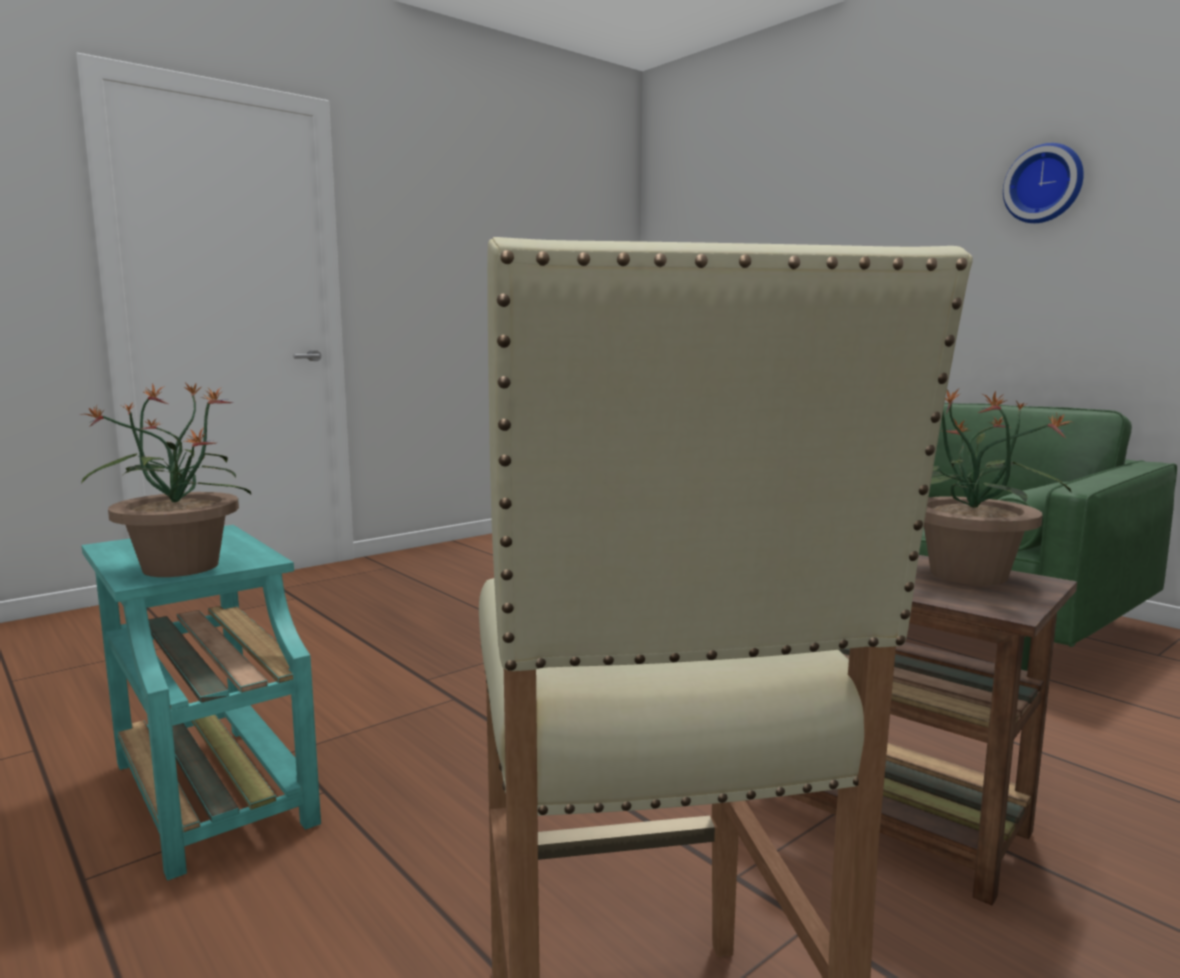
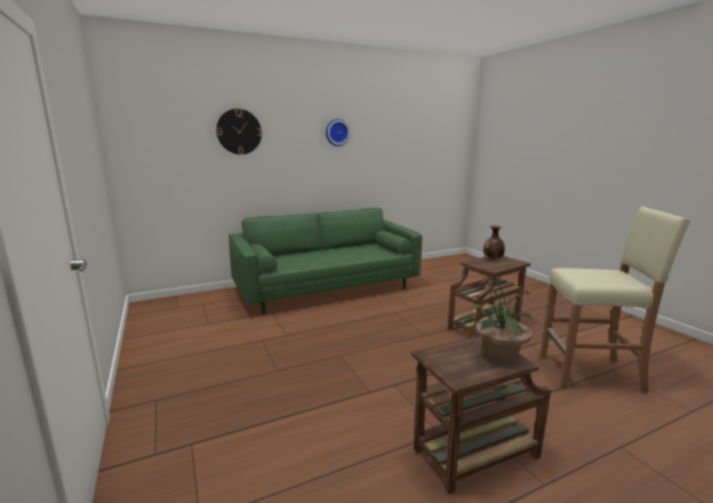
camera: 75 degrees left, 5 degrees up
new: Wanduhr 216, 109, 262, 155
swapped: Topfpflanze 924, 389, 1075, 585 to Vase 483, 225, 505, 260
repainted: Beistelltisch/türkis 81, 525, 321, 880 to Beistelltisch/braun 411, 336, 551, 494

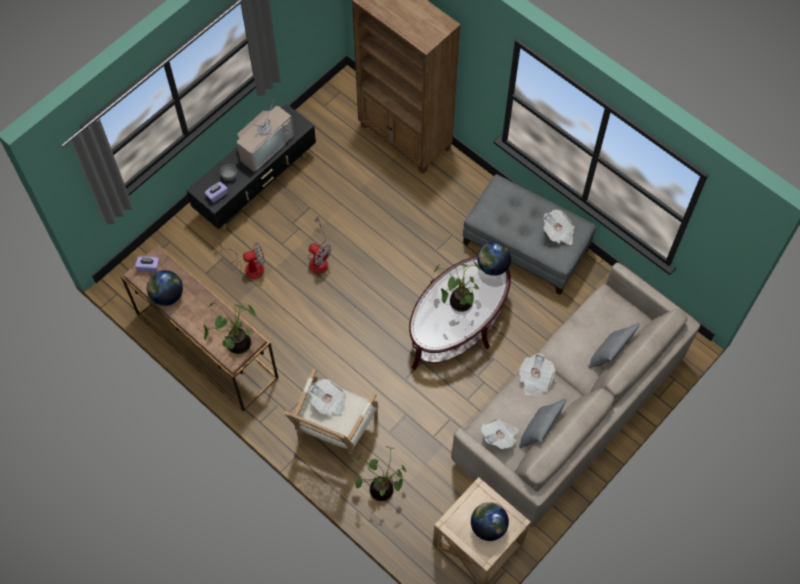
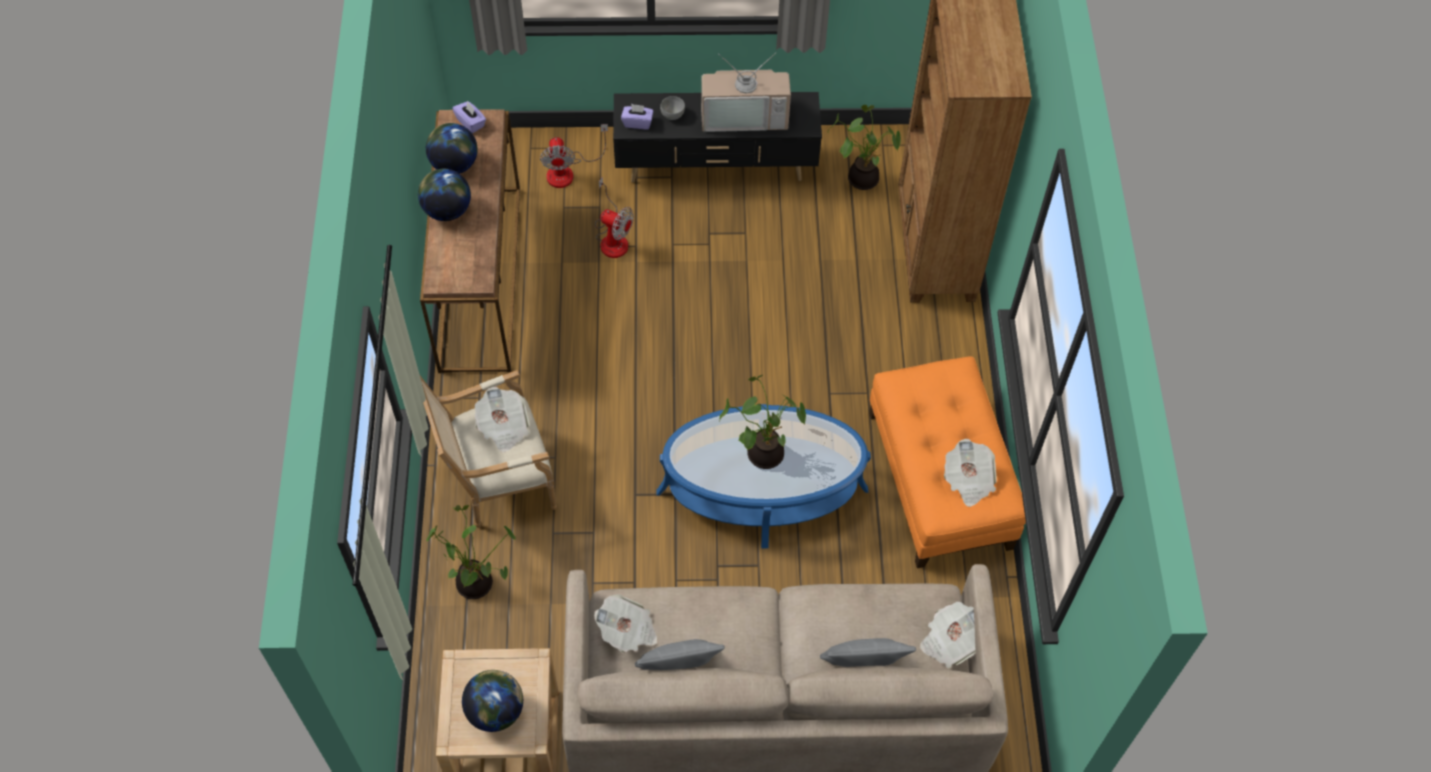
camera: 45 degrees right, 5 degrees down
shifted: Ventilator 307, 216, 331, 273 to 540, 124, 608, 188; Globus 477, 242, 511, 276 to 418, 169, 471, 221; Topfpflanze 204, 302, 256, 354 to 828, 105, 901, 190; Zeitung 519, 353, 555, 395 to 920, 602, 976, 668
repainted: Polsterhocker/grau 463, 174, 596, 295 to Polsterhocker/orange 869, 356, 1026, 568; Couchtisch/braun 409, 256, 511, 370 to Couchtisch/blau 657, 404, 871, 548

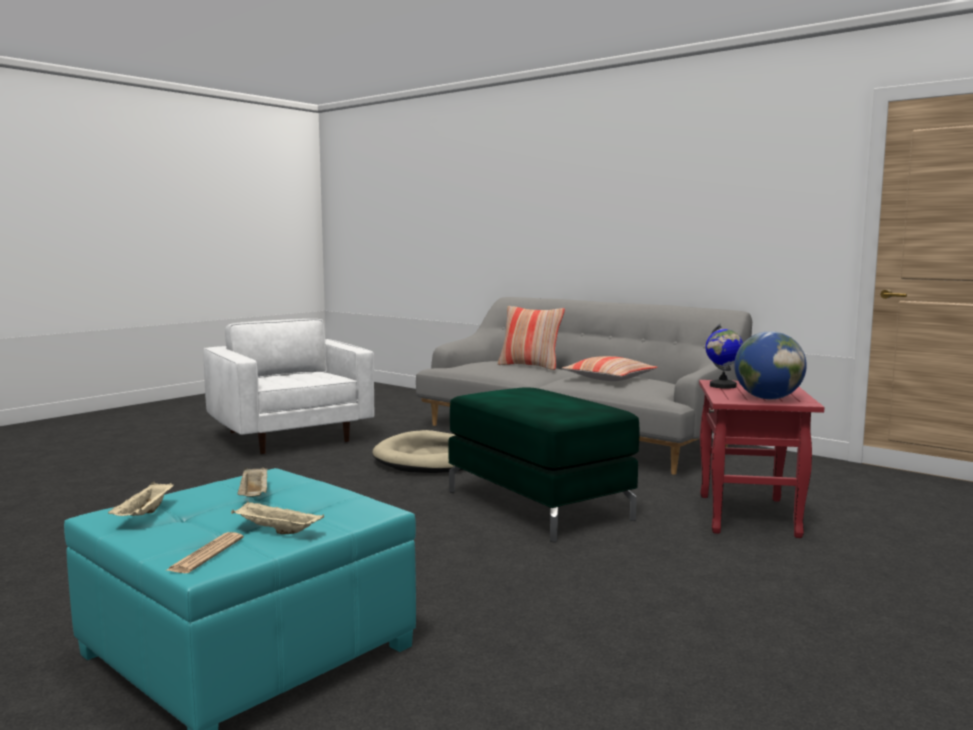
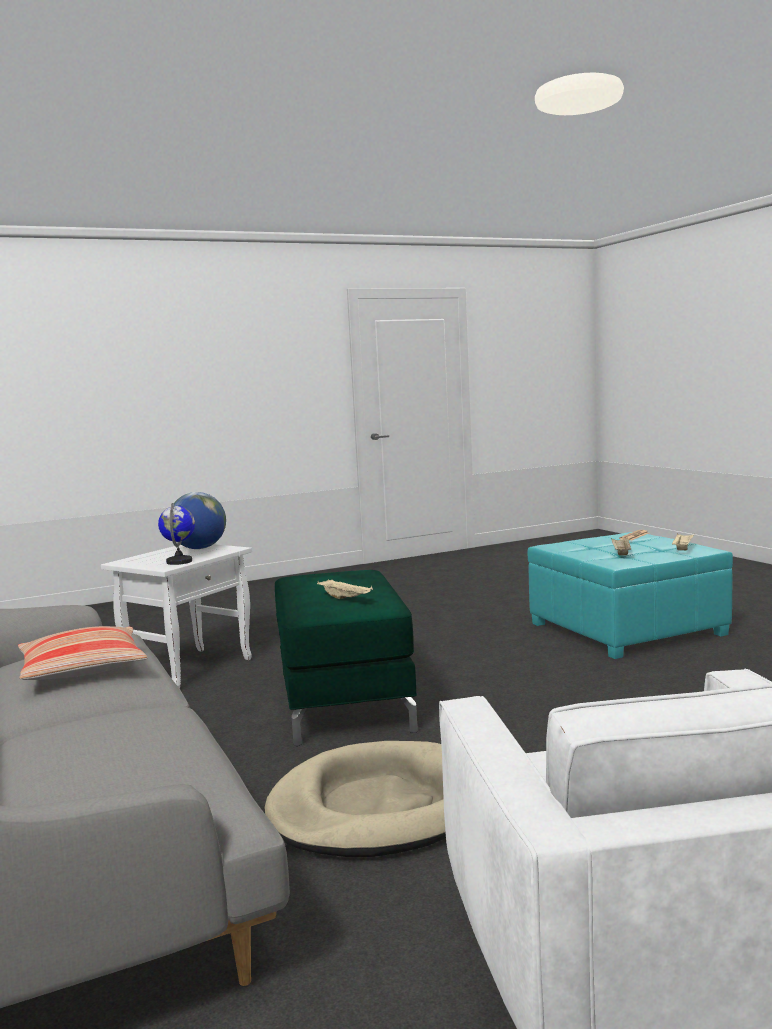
camera: 155 degrees left, 0 degrees up
gone: Kissen 498, 306, 565, 370
shifted: Tablett/beige 231, 502, 324, 534 to 317, 579, 373, 599
repainted: Beistelltisch/rot 699, 380, 825, 538 to Beistelltisch/weiß 101, 544, 252, 688

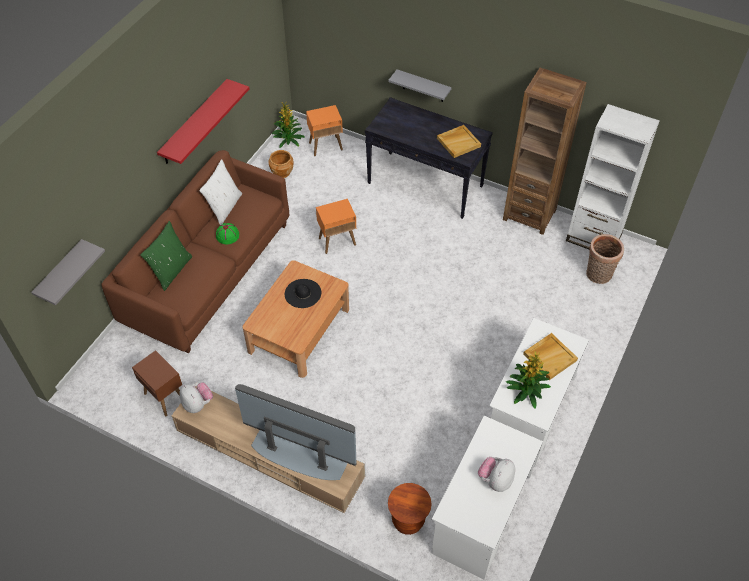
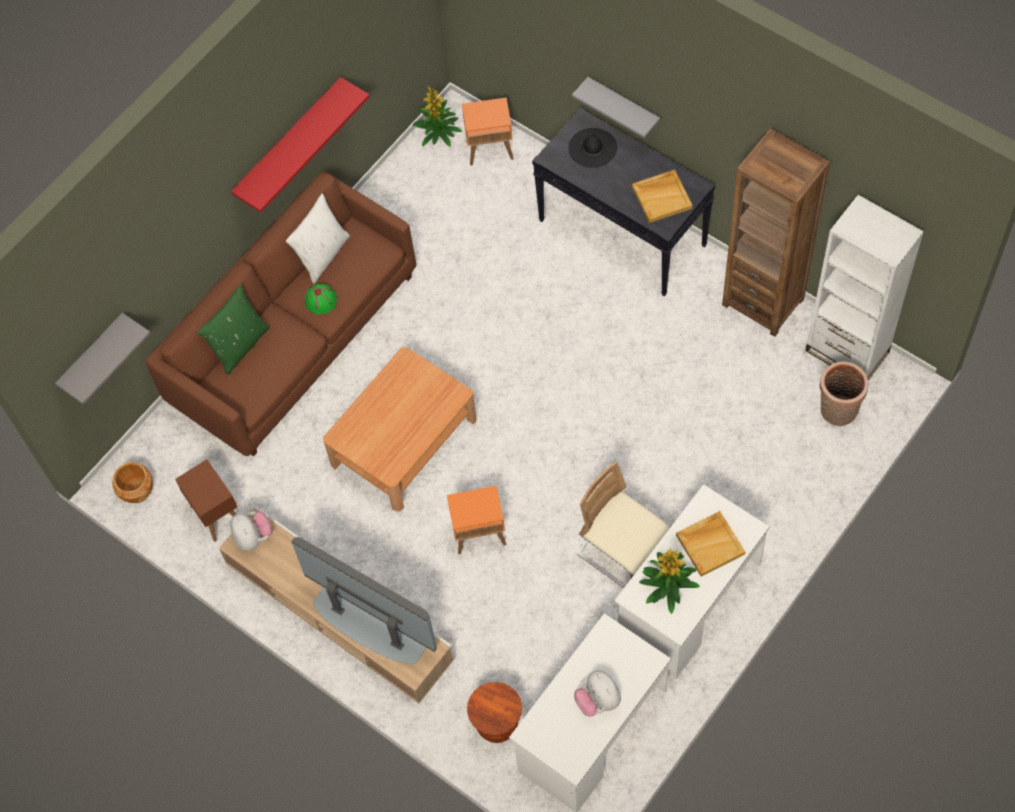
camera: 15 degrees right, 10 degrees up
new: Stuhl/beige 577, 462, 670, 588
shifted: Pflanzkübel/braun 269, 150, 294, 178 to 112, 462, 153, 503; Beistelltisch/orange 316, 199, 356, 254 to 447, 486, 506, 555; Hut/schwarz 285, 279, 321, 308 to 569, 128, 617, 168
rotated: Plüschtier 478, 457, 515, 492 = 574, 670, 621, 717 75 degrees counterclockwise

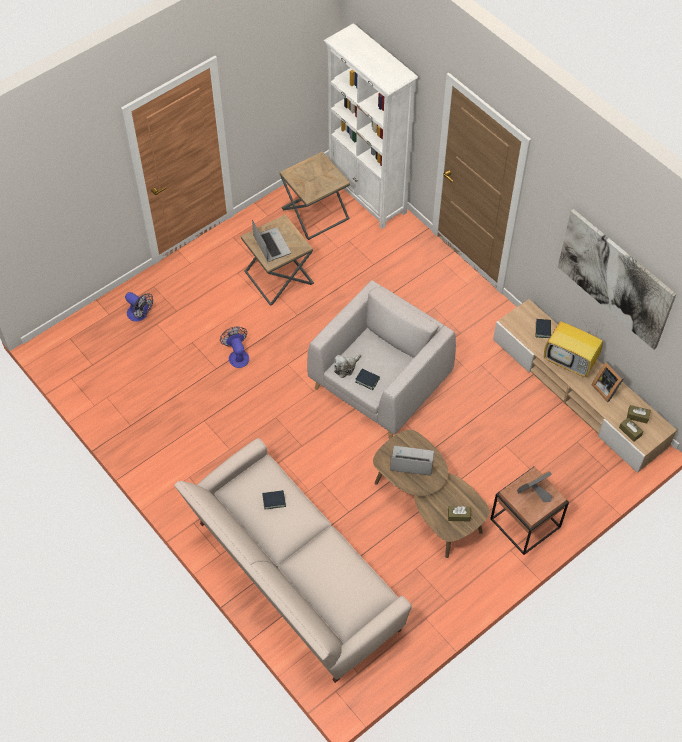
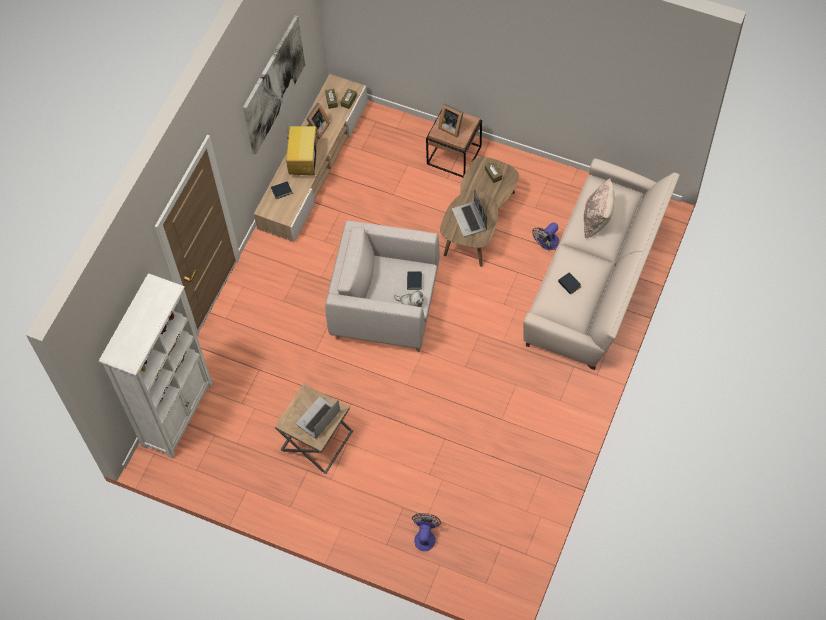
camera: 115 degrees left, 5 degrees up
gone: Beistelltisch/braun 280, 152, 350, 240
new: Kissen/beige 584, 179, 615, 238
shifted: Ventilator 220, 326, 249, 368 to 532, 222, 559, 250

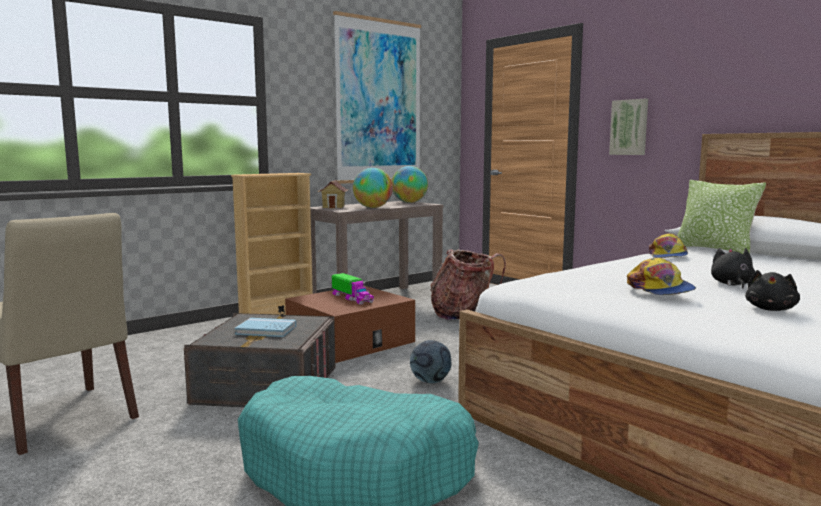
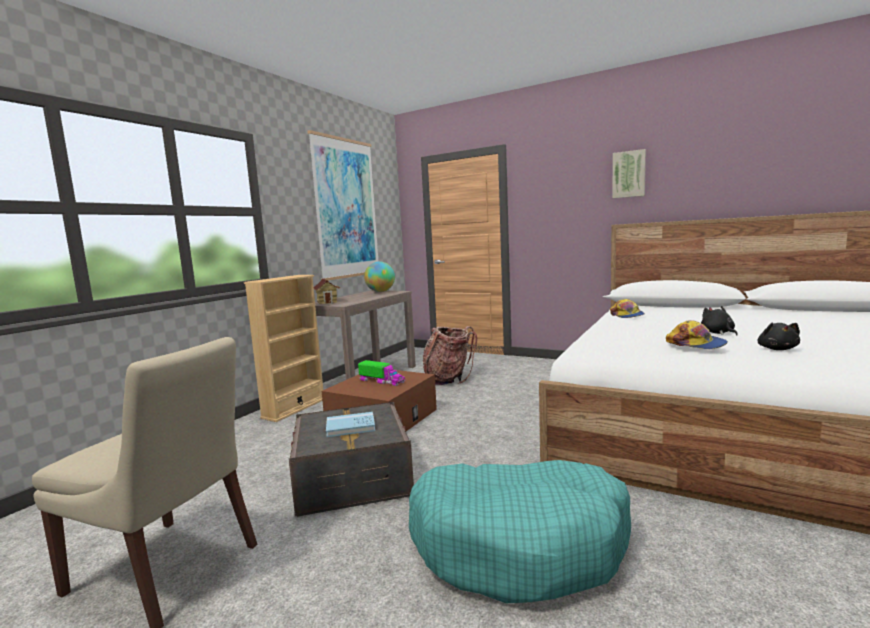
camera: 20 degrees left, 0 degrees up
gone: Globus 353, 168, 393, 208; Kissen 677, 180, 766, 254; Fußball 410, 340, 452, 383
shifted: Bild 609, 99, 648, 155 to 612, 149, 646, 198

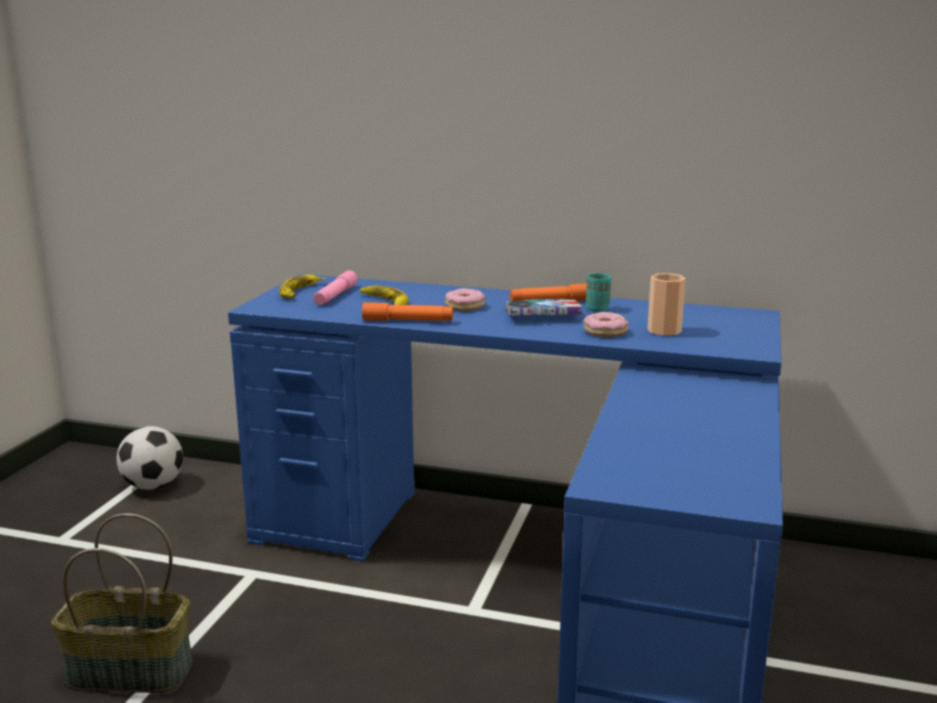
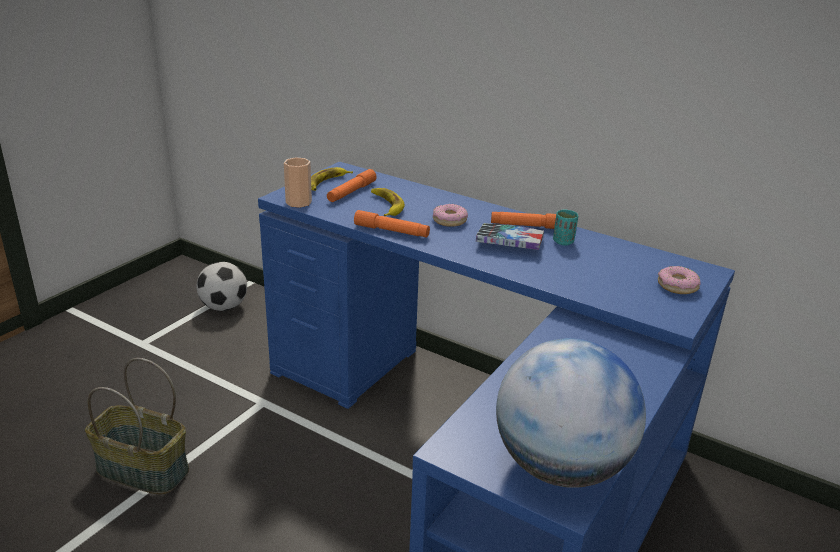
camera: 15 degrees right, 10 degrees up
new: Globus 496, 338, 646, 488
shifted: Tasse 647, 273, 686, 336 to 284, 157, 312, 208; Donut 583, 312, 629, 337 to 658, 266, 701, 294
repainted: Taschenlampe/rosa 313, 271, 358, 305 to Taschenlampe/orange 327, 169, 377, 202

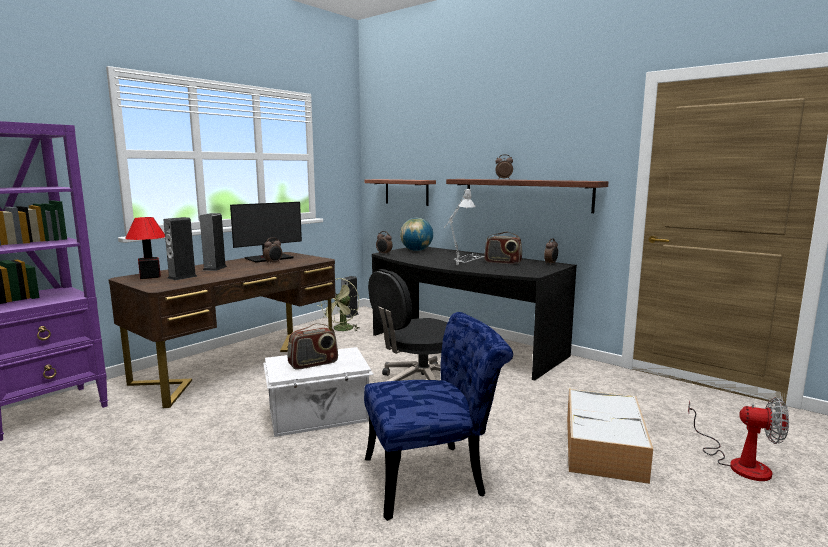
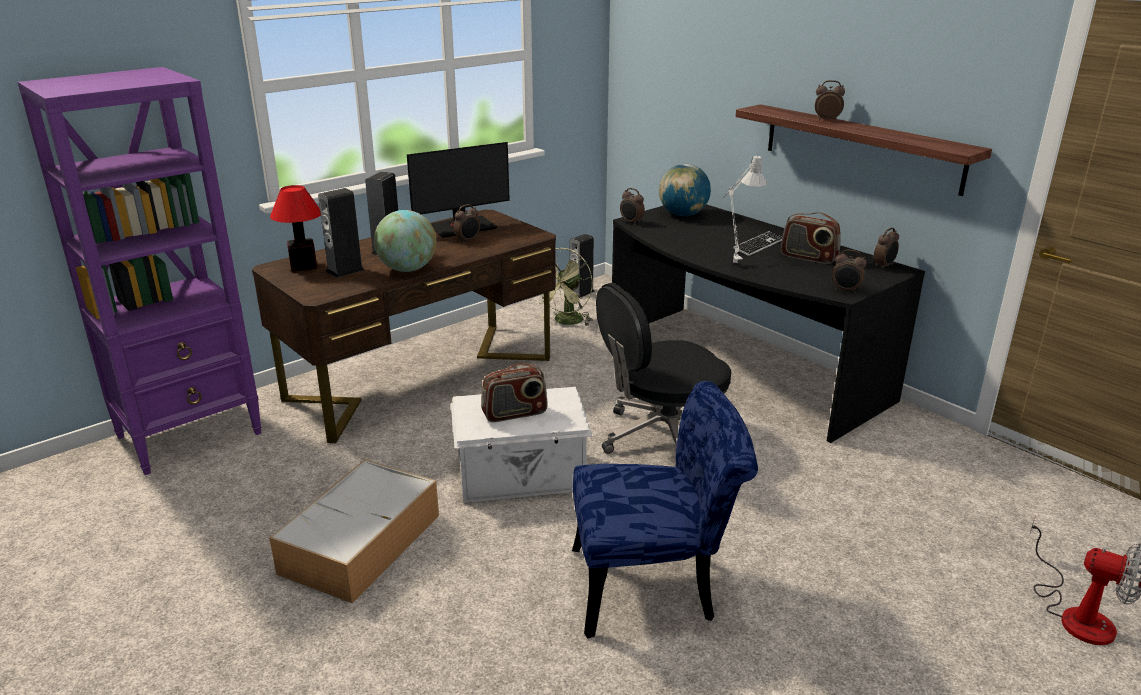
camera: 10 degrees right, 15 degrees up
gone: Wandregal 365, 179, 436, 206
new: Globus 374, 210, 436, 272; Wecker 832, 250, 867, 293
shifted: Aufbewahrungsbox 567, 389, 653, 484 to 269, 459, 439, 603

